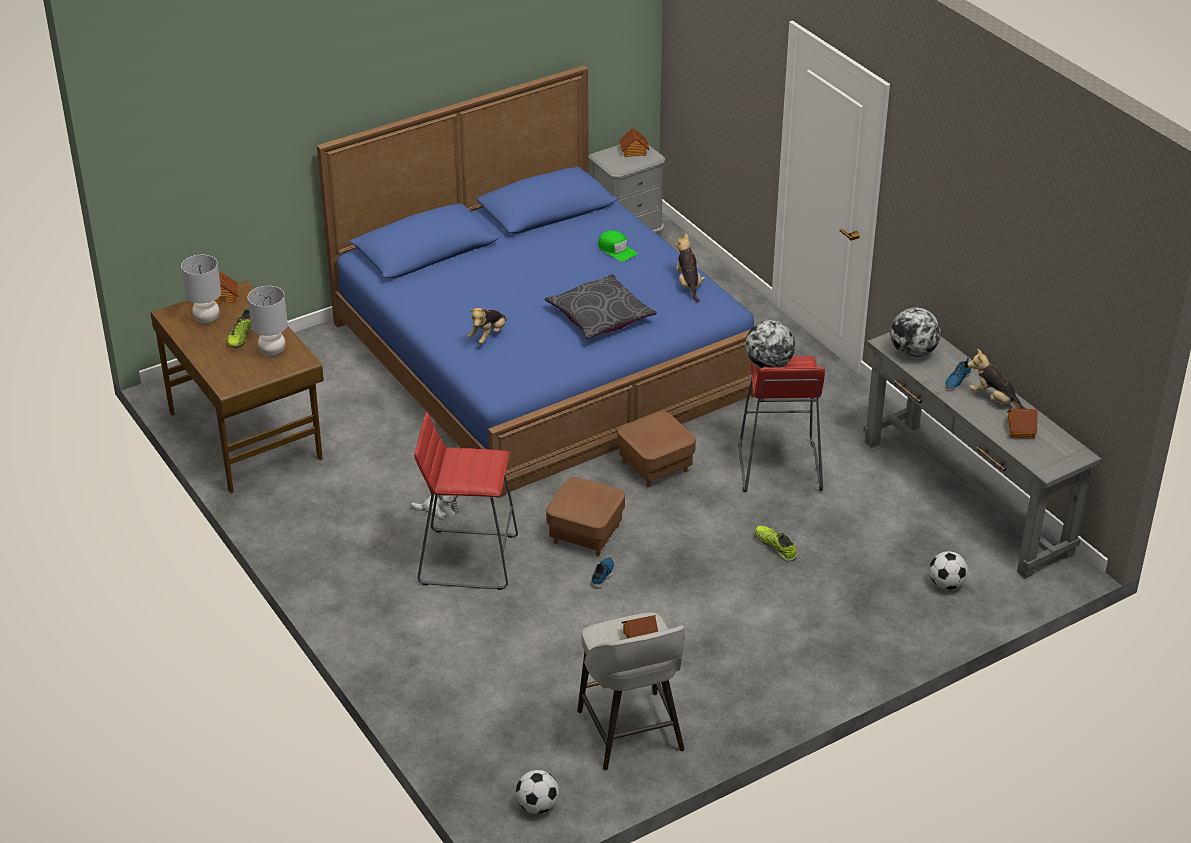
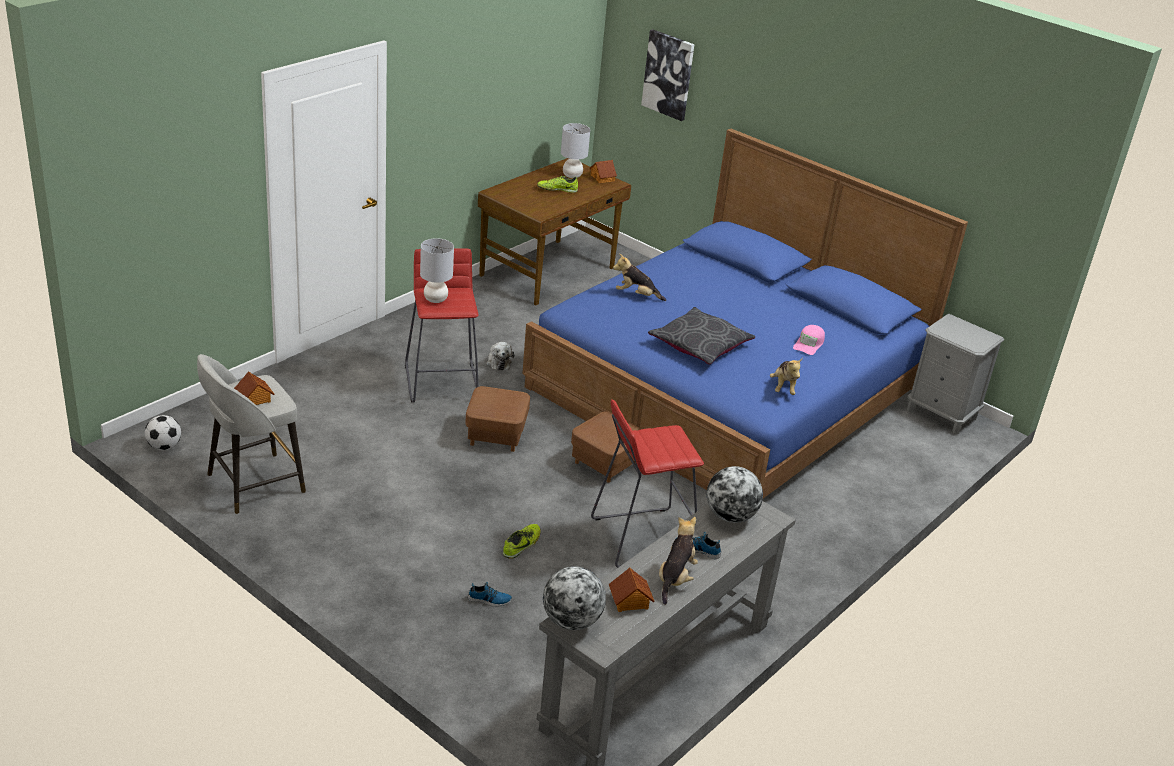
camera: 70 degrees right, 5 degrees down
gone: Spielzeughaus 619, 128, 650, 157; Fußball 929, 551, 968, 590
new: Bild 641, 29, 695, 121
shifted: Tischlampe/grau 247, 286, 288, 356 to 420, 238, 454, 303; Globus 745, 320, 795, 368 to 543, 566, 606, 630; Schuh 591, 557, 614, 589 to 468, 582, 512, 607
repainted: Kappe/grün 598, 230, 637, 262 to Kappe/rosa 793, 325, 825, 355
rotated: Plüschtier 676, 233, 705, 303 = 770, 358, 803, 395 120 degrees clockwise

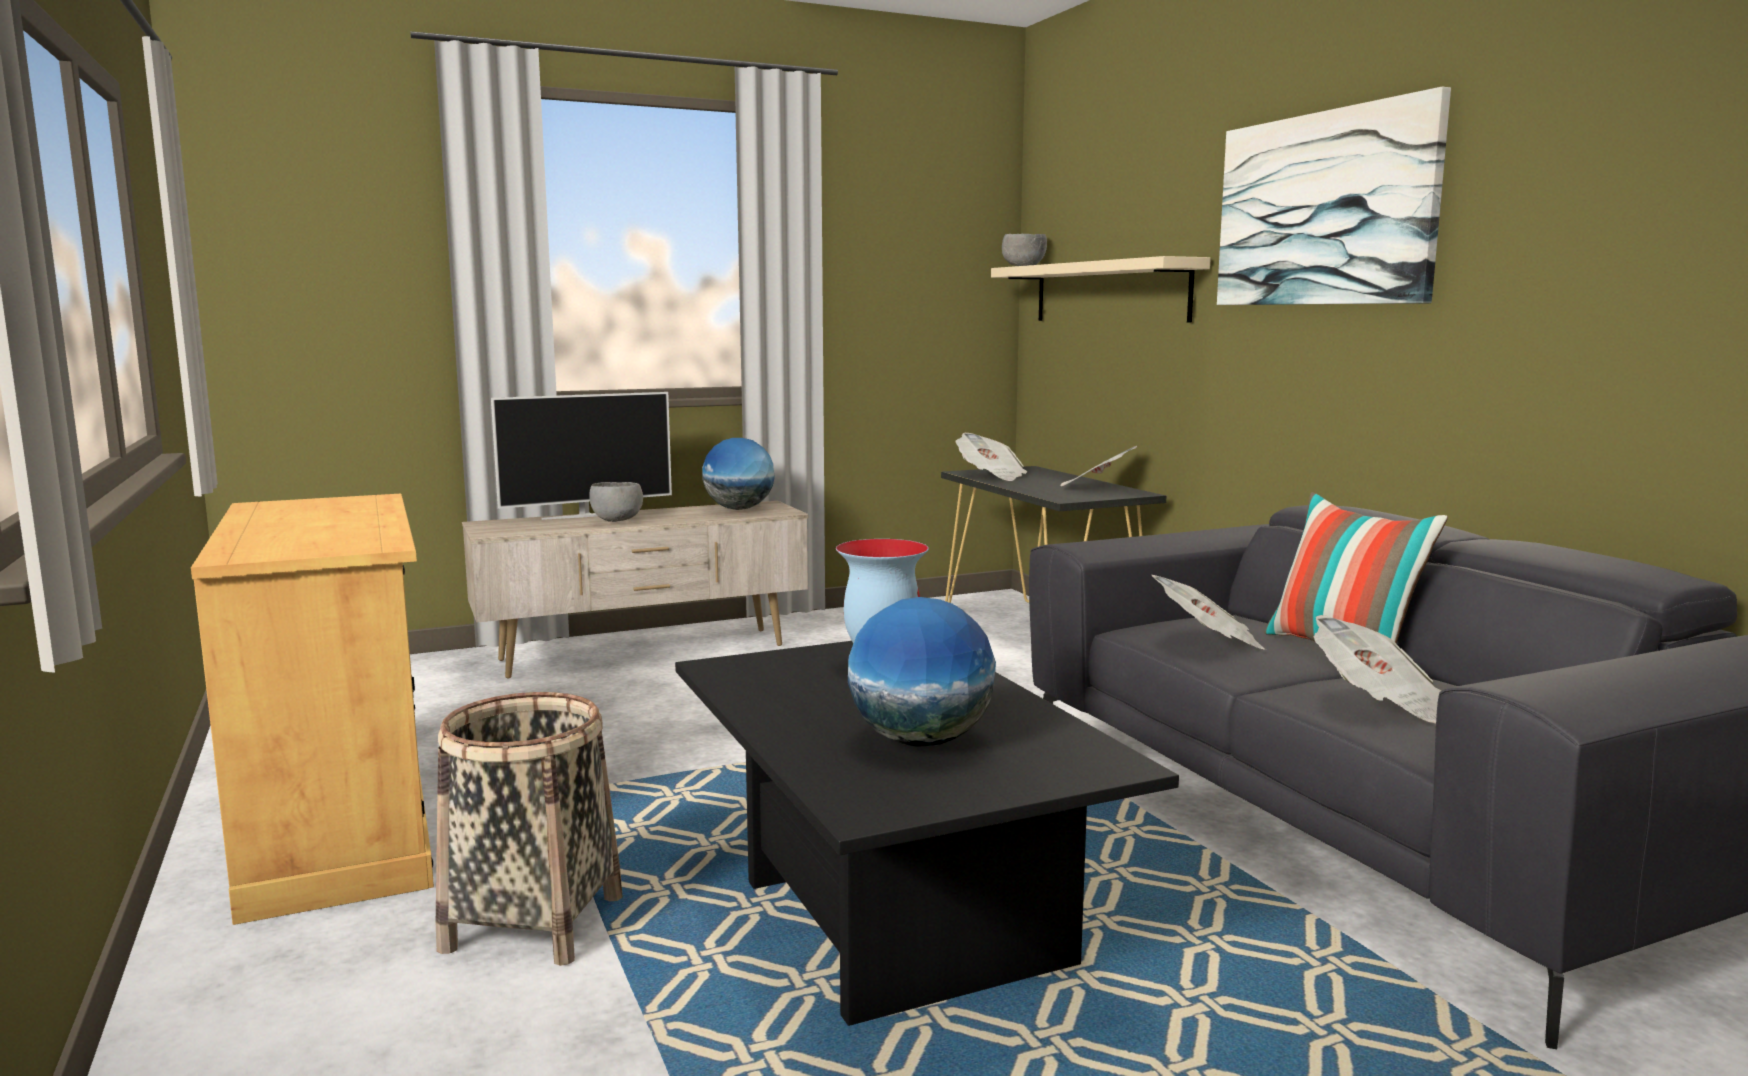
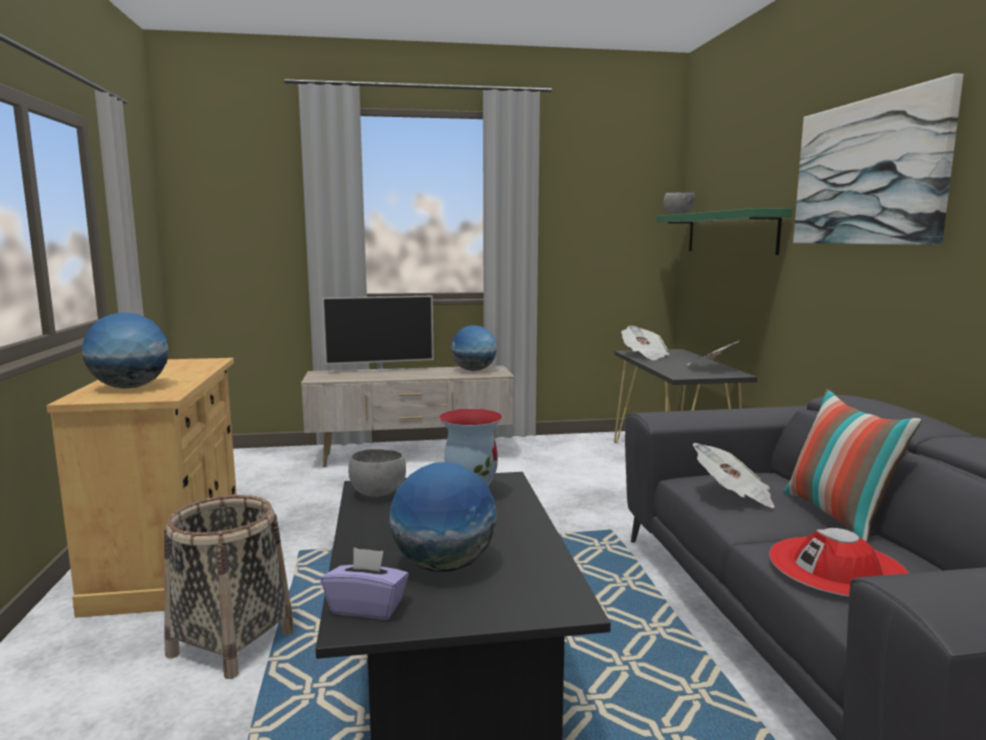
camera: 15 degrees right, 0 degrees up
new: Globus 82, 312, 169, 389; Taschentuchbox/lila 321, 547, 409, 619
shifted: Schüssel/grau 589, 482, 643, 522 to 348, 449, 406, 497
swapped: Zeitung 1313, 615, 1442, 723 to Hut/rot 769, 528, 909, 596
repainted: Wandregal/beige 991, 256, 1211, 322 to Wandregal/grün 657, 208, 792, 255

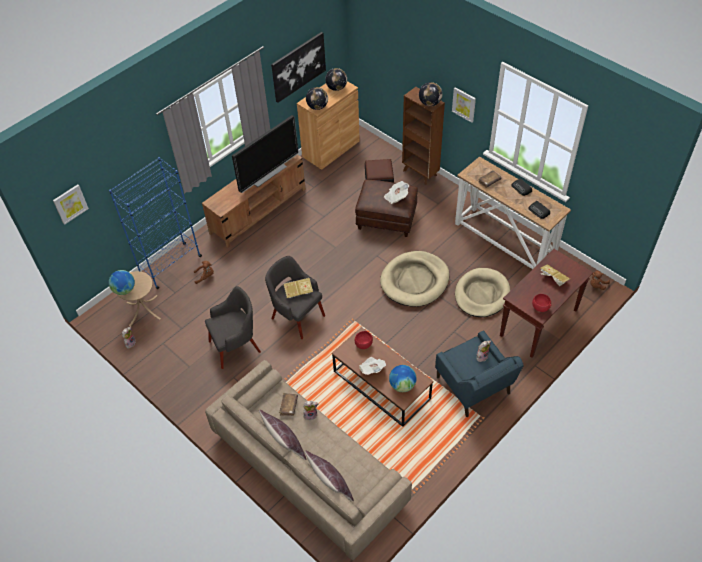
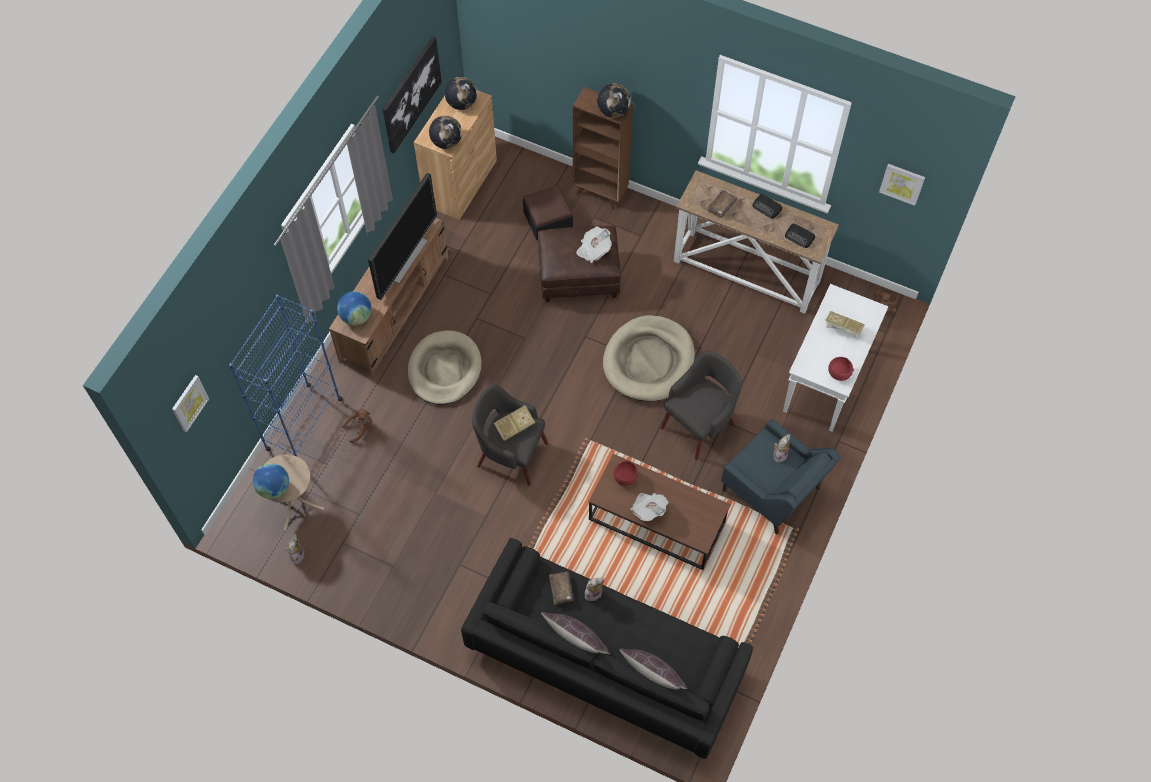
camera: 20 degrees left, 10 degrees up
shifted: Bild 452, 87, 476, 123 to 879, 164, 925, 206; Hundebett/beige 455, 268, 510, 317 to 408, 330, 482, 405; Sessel/grau 205, 286, 261, 369 to 661, 351, 742, 460; Globus 389, 365, 417, 392 to 337, 291, 372, 325
repainted: Konsolentisch/braun 500, 249, 593, 358 to Konsolentisch/weiß 783, 284, 888, 432; Sofa/beige 205, 360, 412, 560 to Sofa/schwarz 461, 538, 753, 759

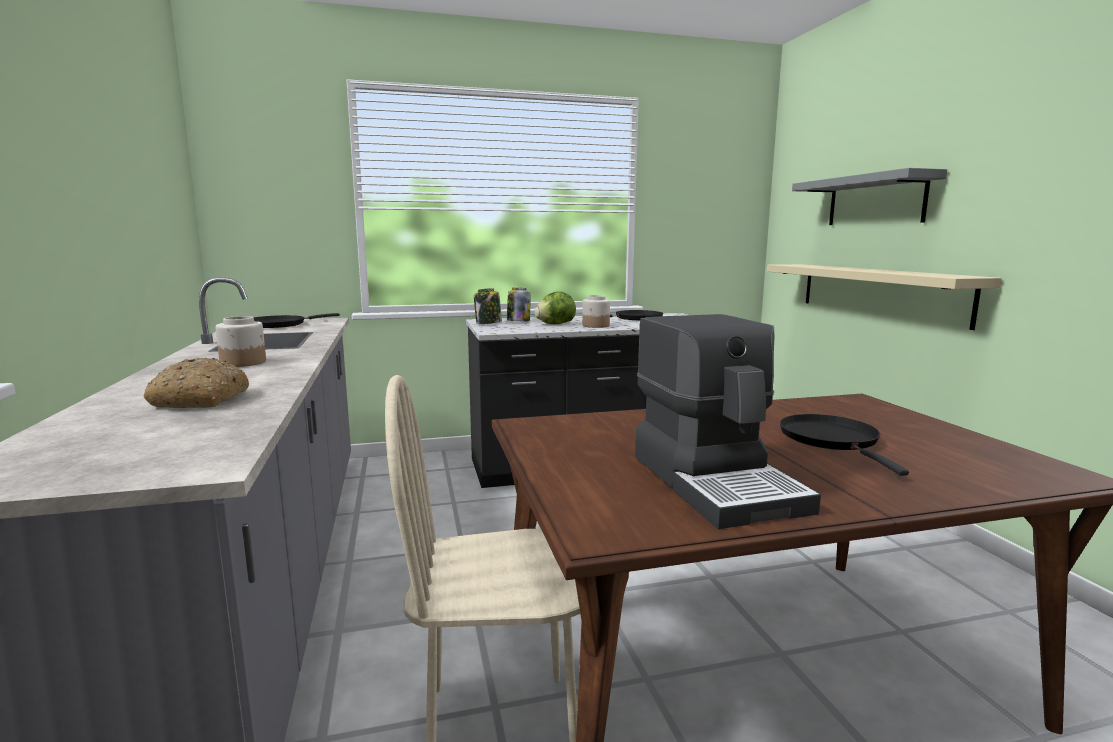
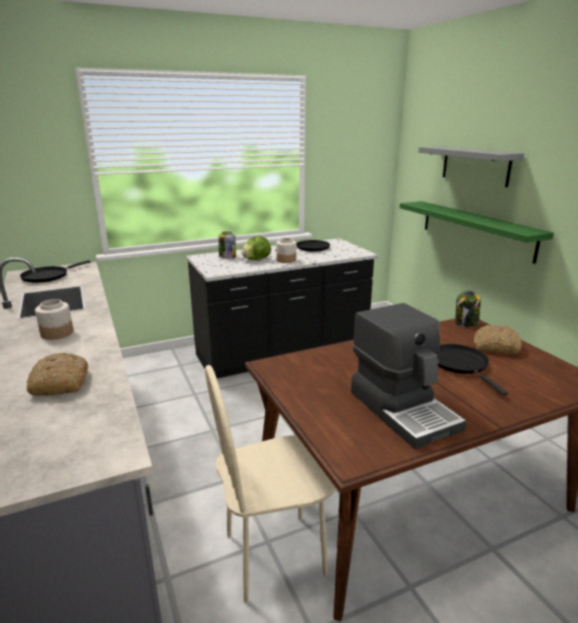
camera: 10 degrees left, 10 degrees up
new: Brot 474, 325, 521, 355
shifted: Vorratsglas 474, 288, 502, 324 to 455, 291, 481, 327
repainted: Wandregal/beige 767, 264, 1002, 330 to Wandregal/grün 400, 201, 554, 264

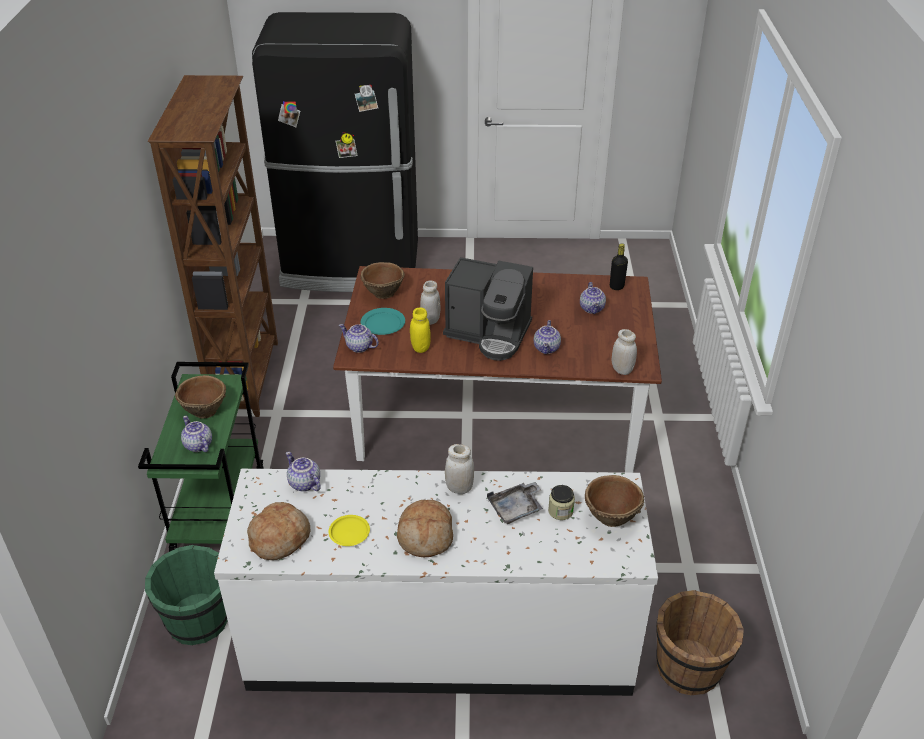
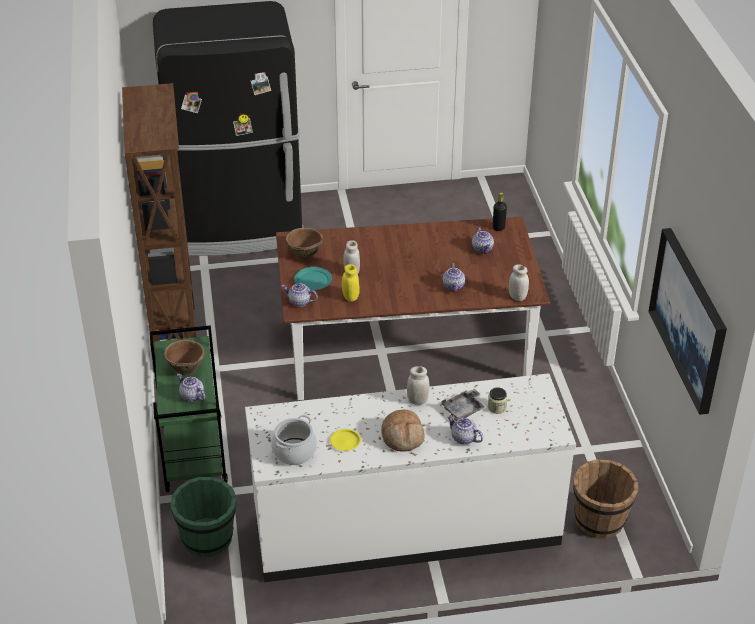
camera: 10 degrees left, 0 degrees up
gone: Kaffeemaschine 443, 257, 533, 361; Schüssel/braun 585, 475, 644, 527
new: Bild 648, 228, 727, 415
shifted: Teekanne 286, 452, 320, 492 to 447, 415, 483, 445
swapped: Brot 247, 502, 310, 560 to Kochtopf 271, 415, 317, 465

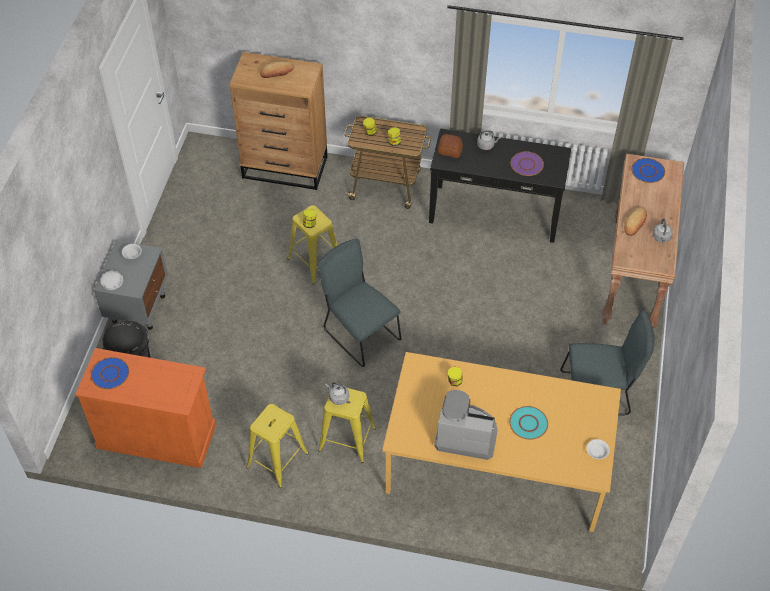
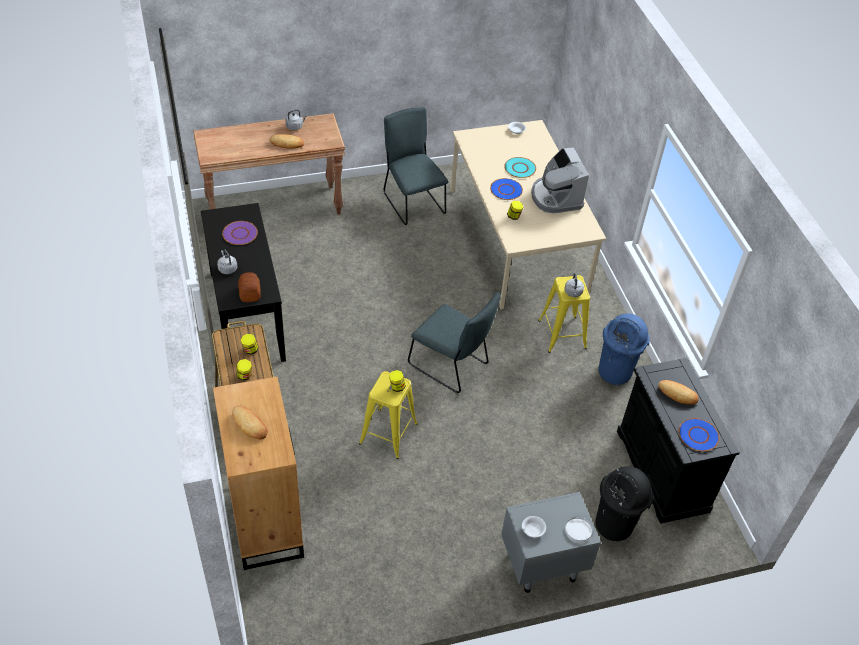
camera: 120 degrees left, 5 degrees down
new: Brot 658, 380, 699, 405
shifted: Teller/blau 631, 158, 665, 183 to 490, 178, 523, 200
swapped: Hocker/gelb 246, 404, 308, 488 to Mülleimer/blau 598, 313, 650, 385
repainted: Schrank/orange 75, 348, 216, 468 to Schrank/schwarz 617, 358, 740, 524; Esstisch/orange 382, 352, 621, 532 to Esstisch/beige 451, 120, 606, 309
rotated: Stuhl/grau 318, 238, 401, 367 = 408, 292, 500, 393 75 degrees counterclockwise

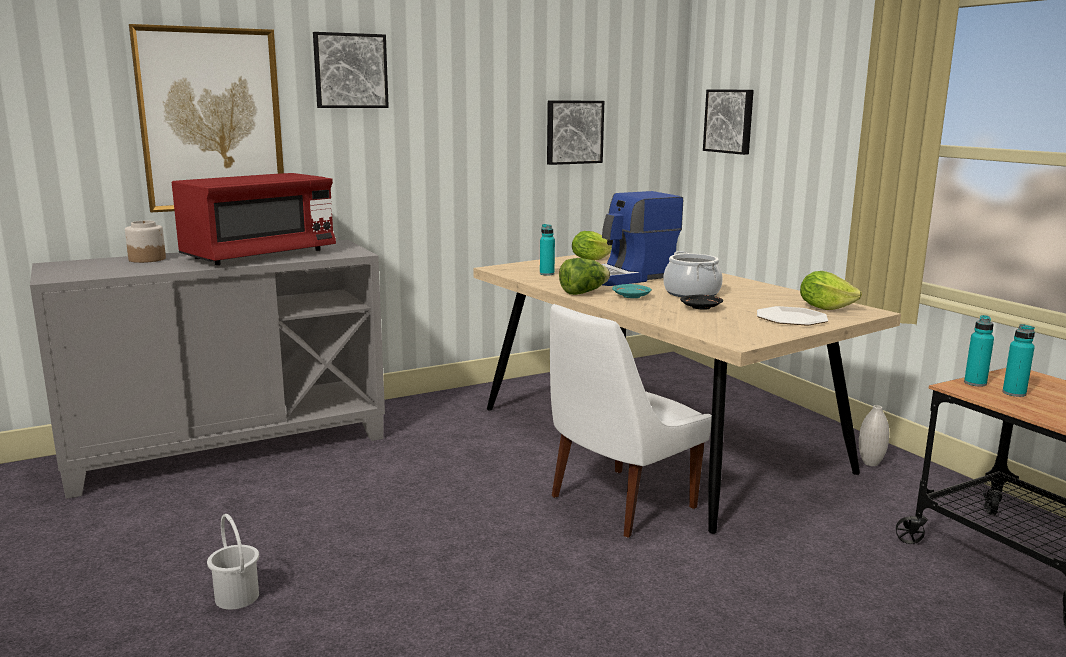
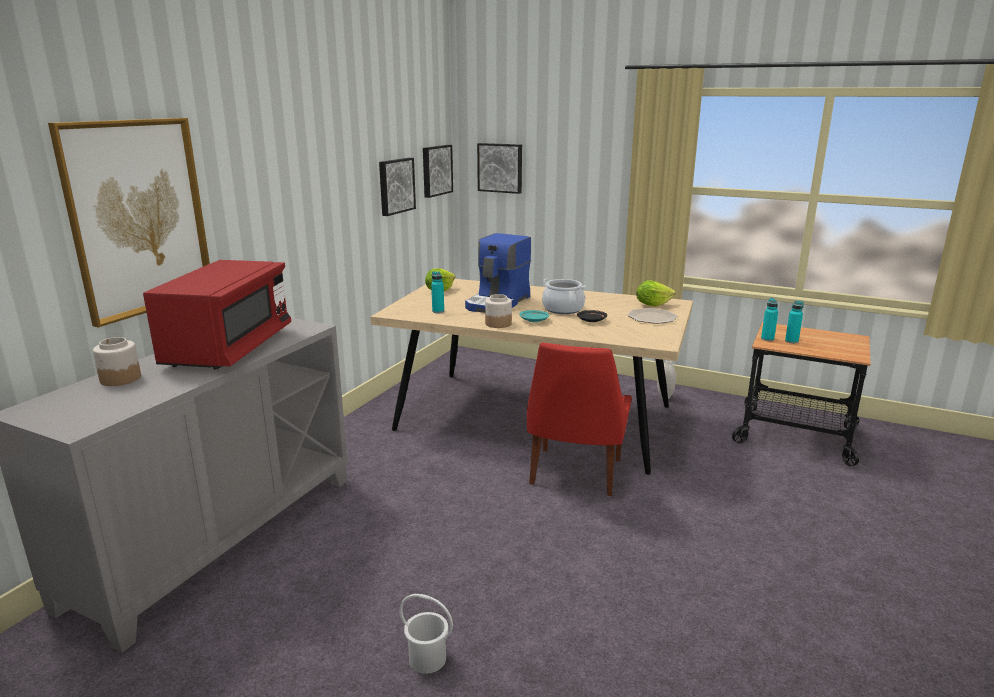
camera: 35 degrees left, 5 degrees up
shifted: Bild 313, 32, 389, 108 to 423, 145, 453, 198
swapped: Salatkopf 559, 258, 610, 295 to Vorratsglas 485, 294, 512, 328
repainted: Stuhl/weiß 550, 304, 712, 538 to Stuhl/rot 527, 343, 632, 496

